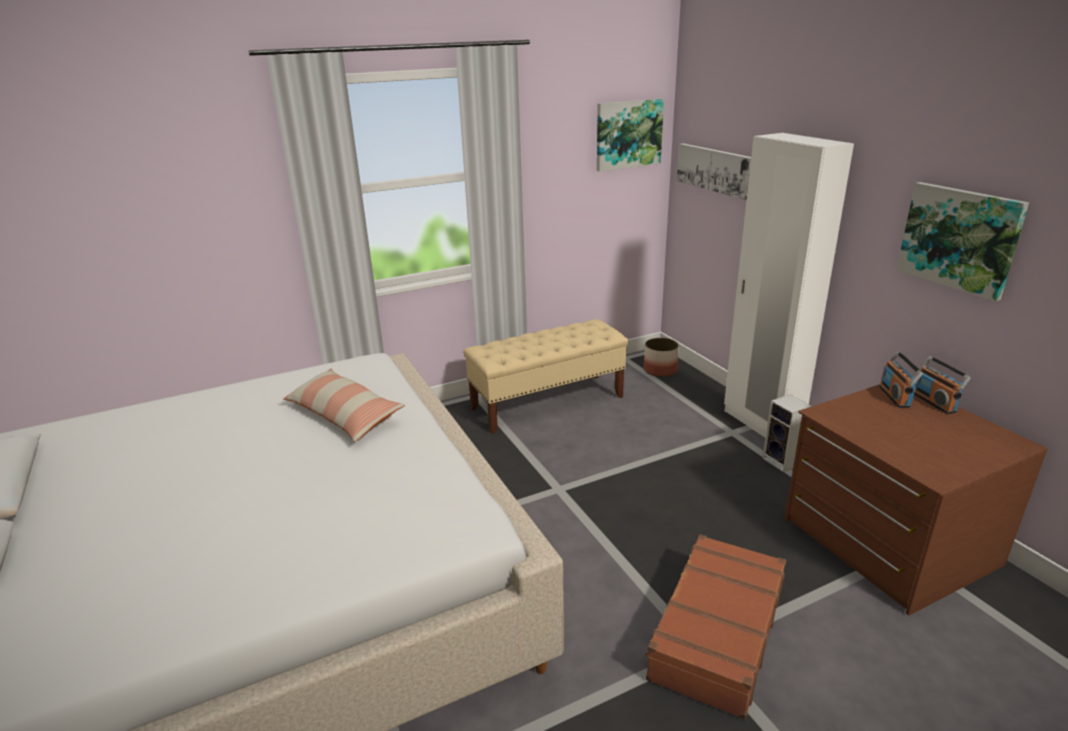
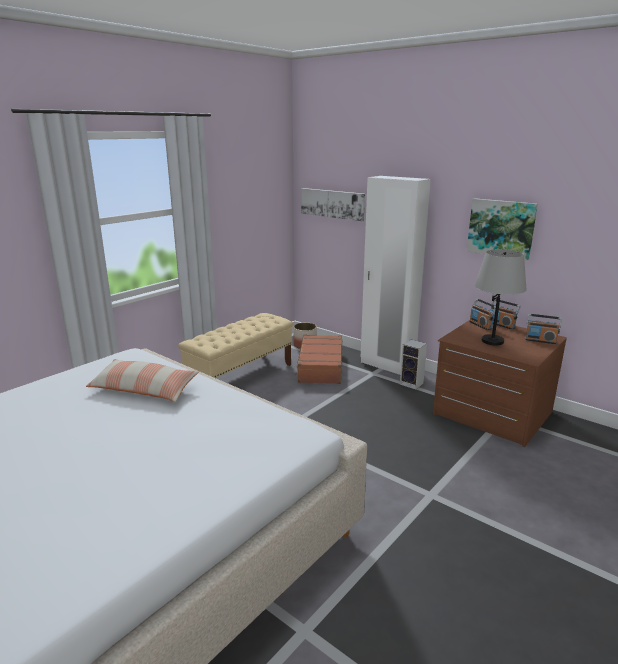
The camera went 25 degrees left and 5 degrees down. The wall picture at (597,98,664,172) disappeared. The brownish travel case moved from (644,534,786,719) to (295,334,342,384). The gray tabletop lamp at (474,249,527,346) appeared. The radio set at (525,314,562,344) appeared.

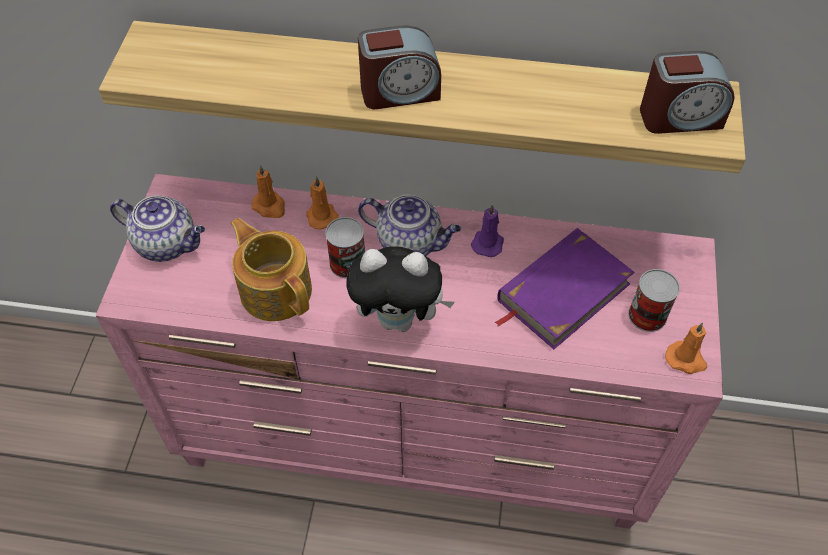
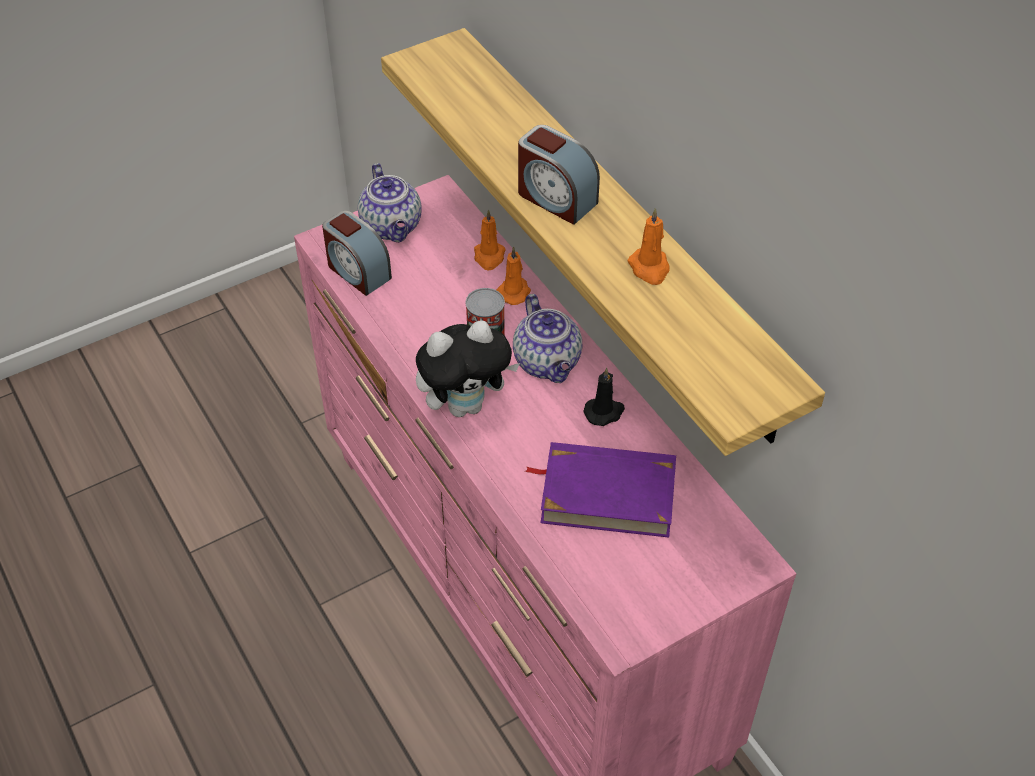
The camera went 50 degrees right and 5 degrees down. The tea pot at (231,218,312,321) disappeared. The soft toy at (346,246,455,332) turned 75 degrees counterclockwise. The purplish candle at (471,204,504,257) became the blackish candle at (583,368,625,426). The sealed can at (628,269,680,332) disappeared. The alarm clock moved from (640,51,735,134) to (322,211,392,296). The orange candle moved from (665,323,707,374) to (628,208,670,285).

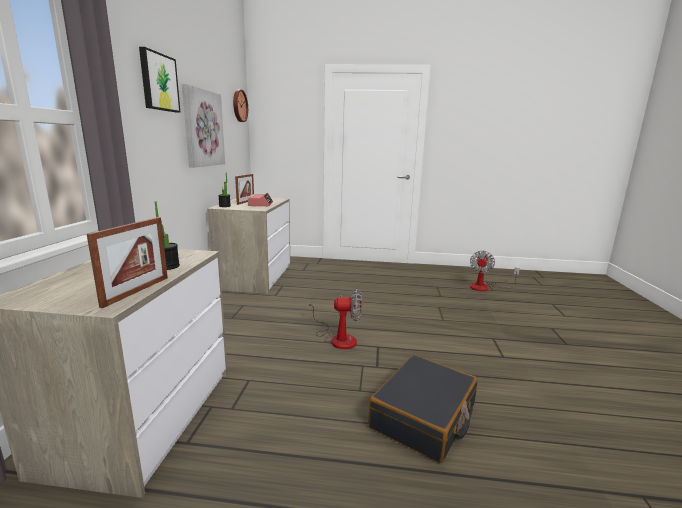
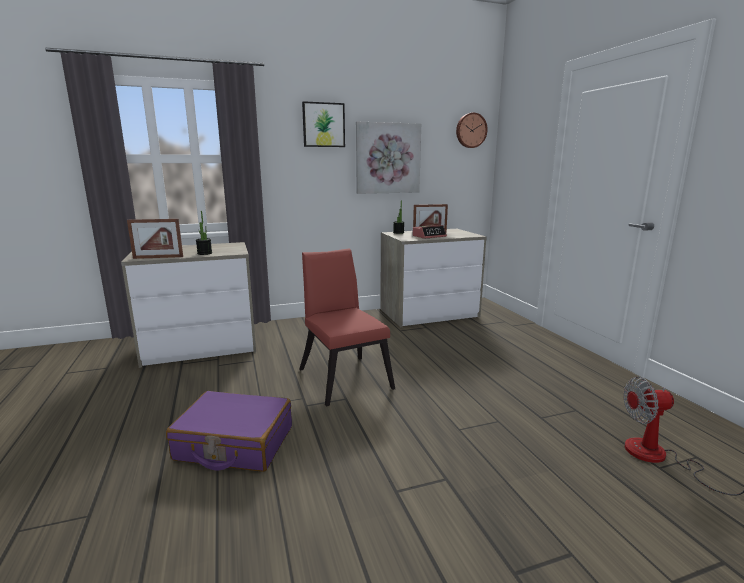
The camera went 65 degrees right and 0 degrees up. The cooling fan at (308,288,362,349) was replaced by the red-coloured upright chair at (299,248,395,407). The blackish travel case at (368,355,477,463) became the purplish travel case at (166,391,292,472).

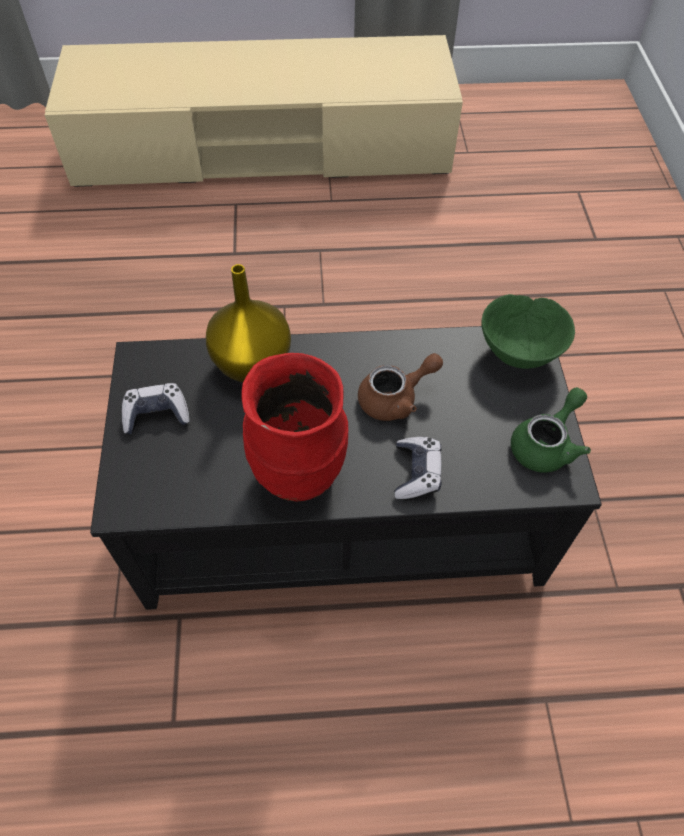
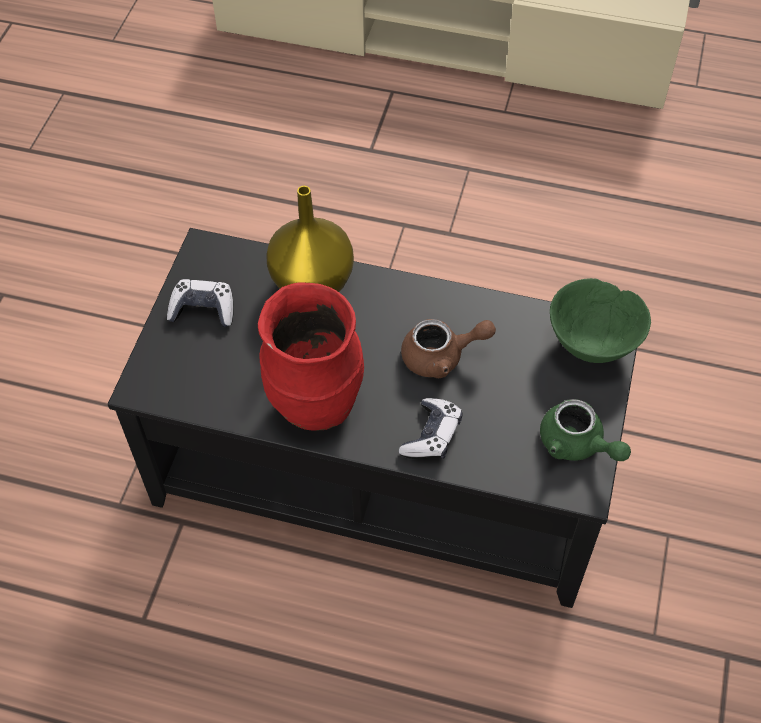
The camera went 20 degrees right and 0 degrees up. The green tea pot at (511,387,591,473) turned 75 degrees clockwise.

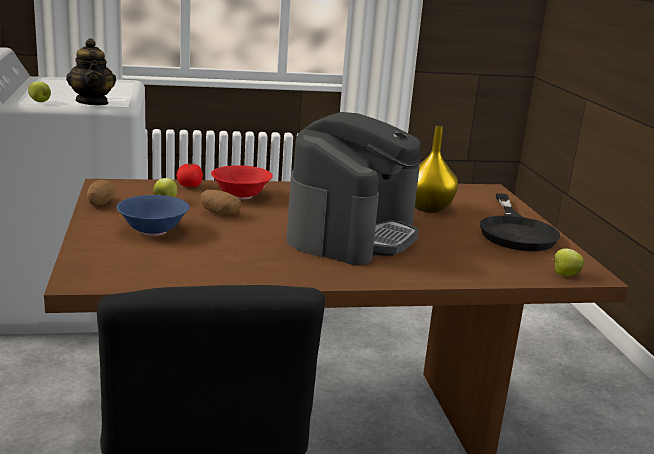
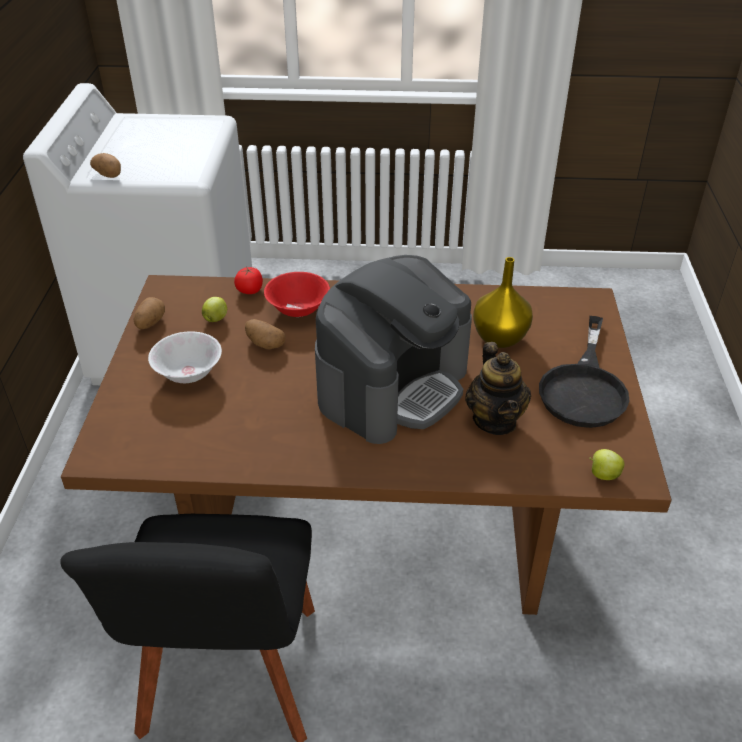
The camera went 15 degrees right and 20 degrees up. The apple at (28,81,51,102) was replaced by the potato at (90,153,121,178). The tea pot moved from (66,38,116,106) to (465,342,531,435). The blue deep dish at (117,195,190,236) became the whitish deep dish at (148,331,222,383).

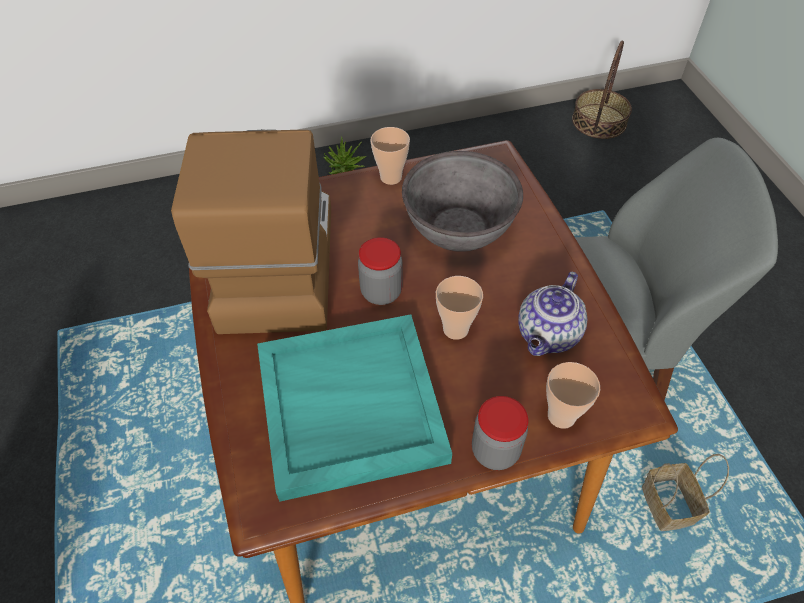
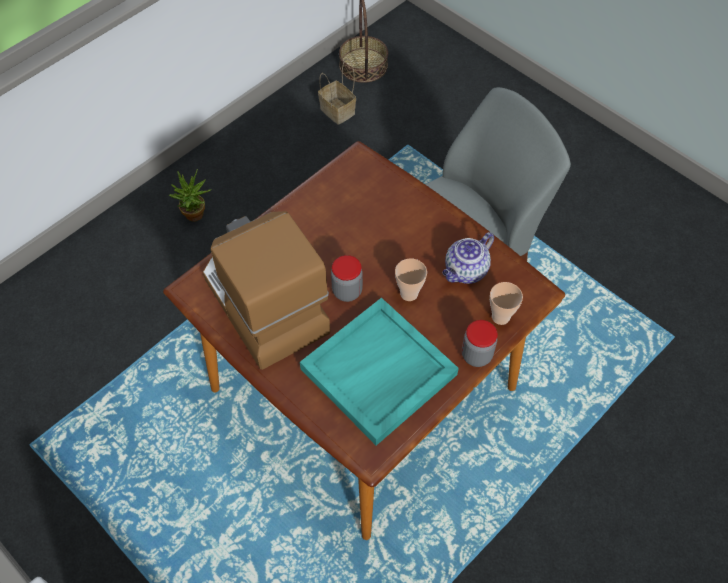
The camera went 30 degrees left and 5 degrees up. The drinking cup at (370,127,410,185) disappeared. The gray deep dish at (402,151,523,252) disappeared. The tea pot at (518,272,587,356) turned 45 degrees clockwise. The basket moved from (642,454,729,531) to (318,58,356,125).

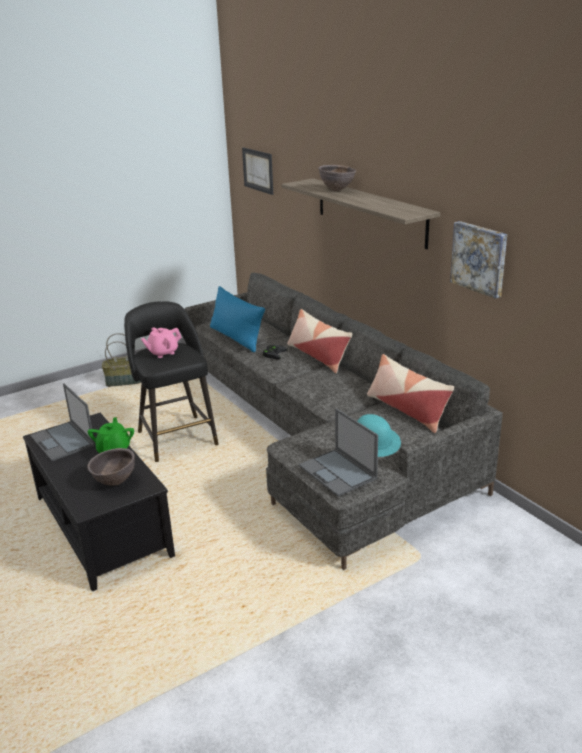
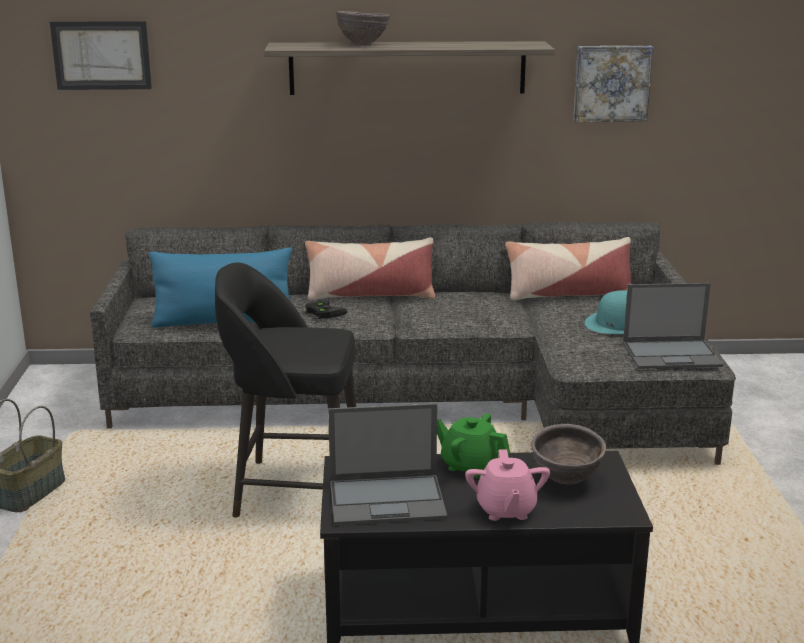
The camera went 60 degrees left and 5 degrees down. The pinkish tea pot moved from (141,327,181,358) to (465,450,550,521).

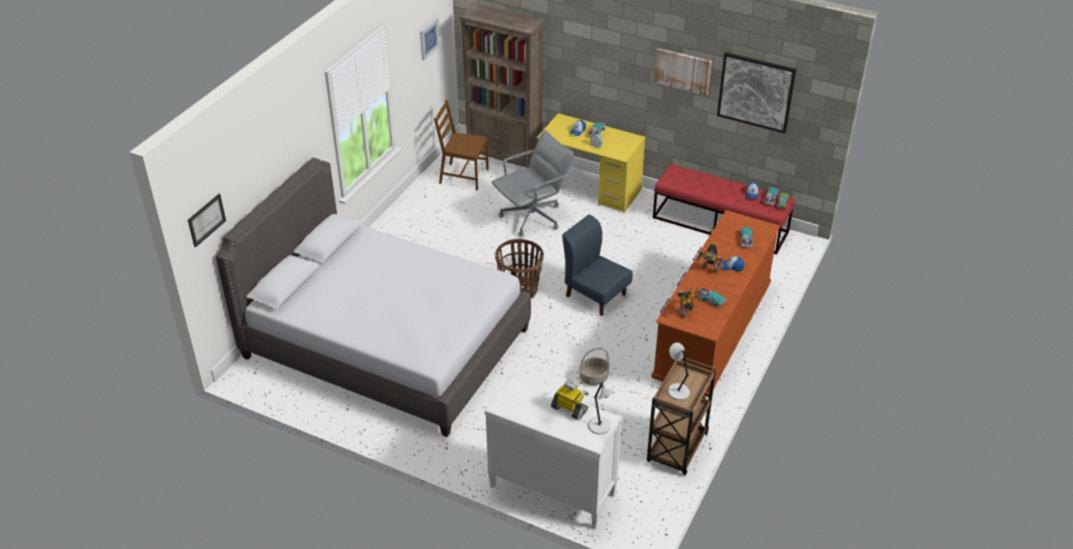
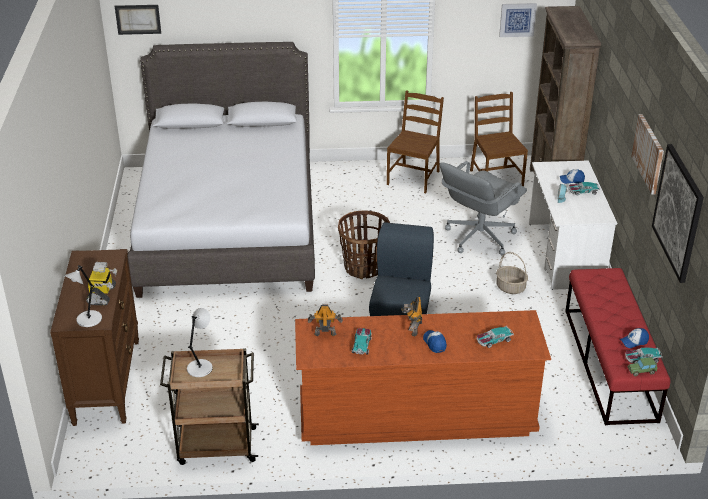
The camera went 60 degrees right and 5 degrees down. The whitish drawer chest at (485,376,623,529) became the brownish drawer chest at (50,249,139,426). The gray desk chair at (492,130,574,236) turned 105 degrees clockwise. The yellow desk table at (537,113,646,213) became the whitish desk table at (529,160,617,290). The basket moved from (579,348,610,385) to (496,252,528,294). The brownish upright chair at (387,90,444,193) appeared.

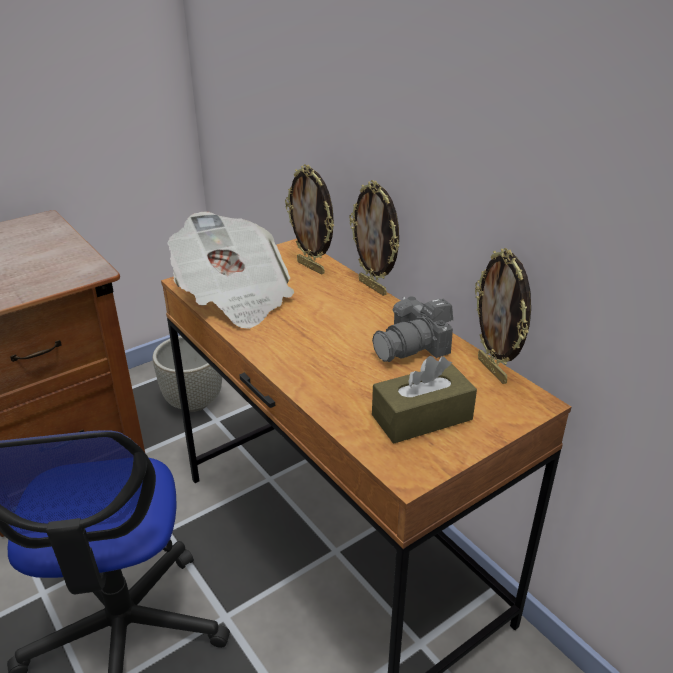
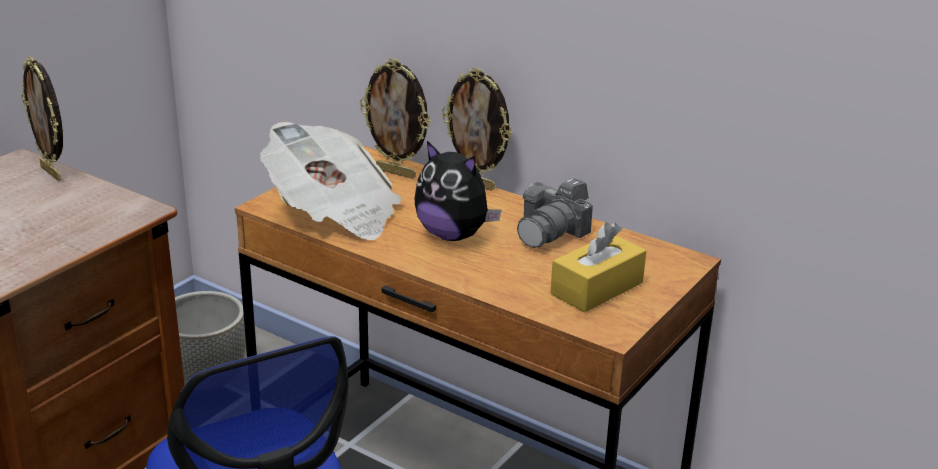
The camera went 20 degrees left and 5 degrees down. The brownish tissue box at (372,356,477,444) became the yellow tissue box at (550,223,646,313). The photo frame moved from (475,248,531,384) to (22,56,63,181). The soft toy at (415,141,501,241) appeared.

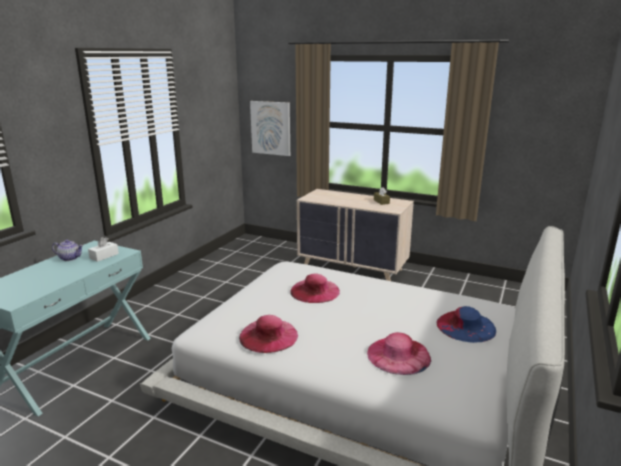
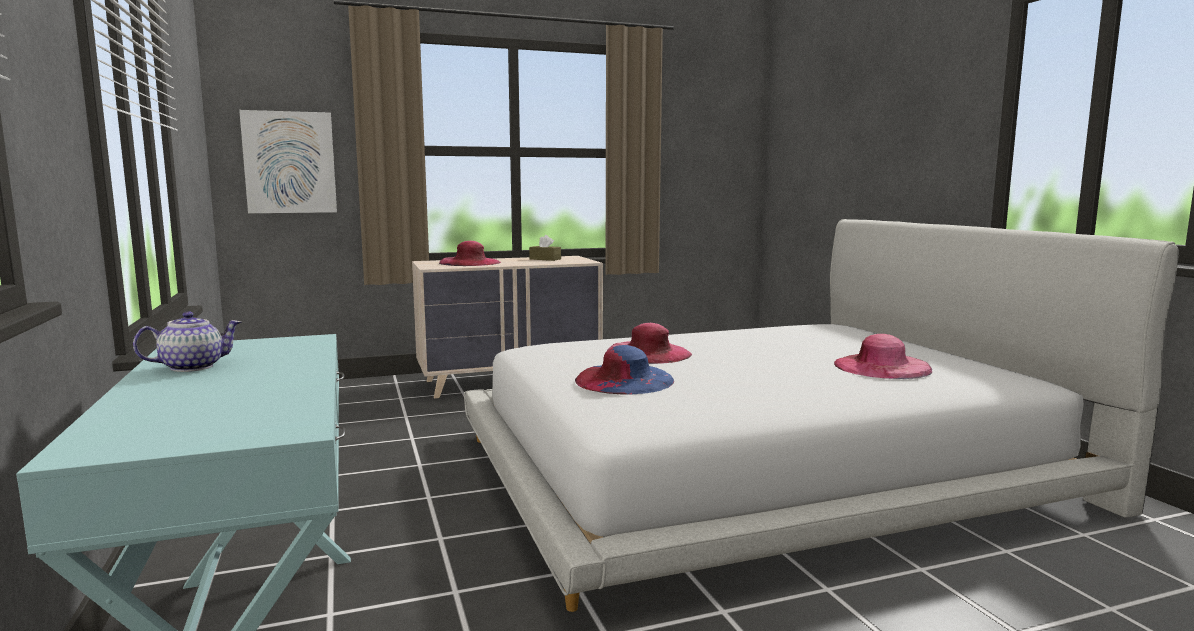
The camera went 45 degrees left and 10 degrees down. The whitish tissue box at (88,237,119,262) disappeared. The pinkish wearable hat moved from (239,315,298,353) to (439,241,501,266). The blue wearable hat moved from (436,306,496,343) to (575,345,674,395).

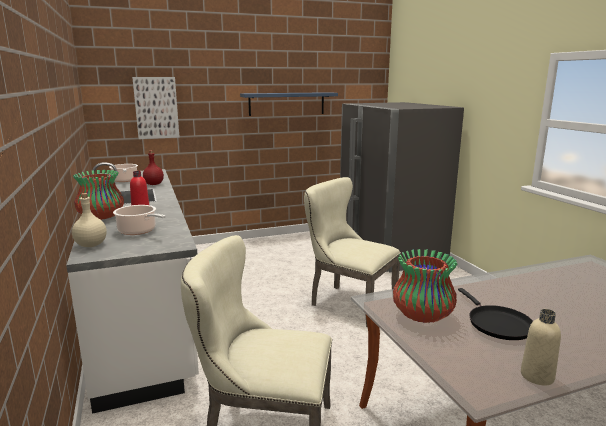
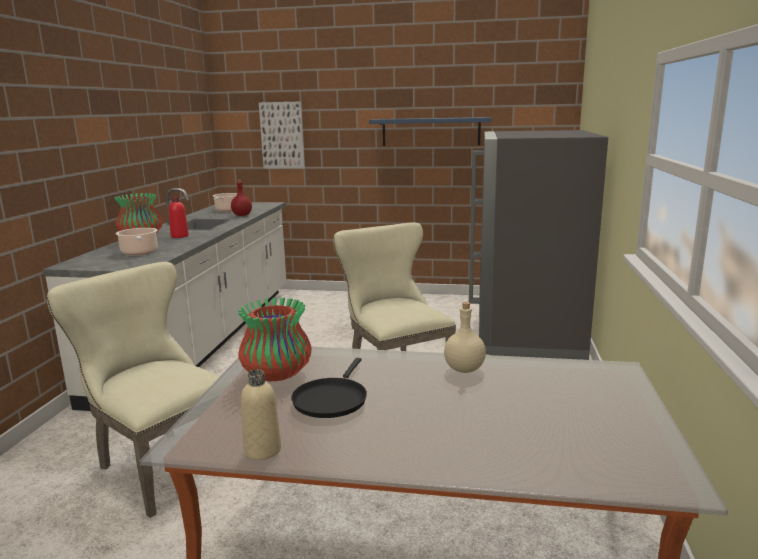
The camera went 30 degrees right and 0 degrees up. The beige bottle moved from (72,193,107,247) to (444,302,486,373).

